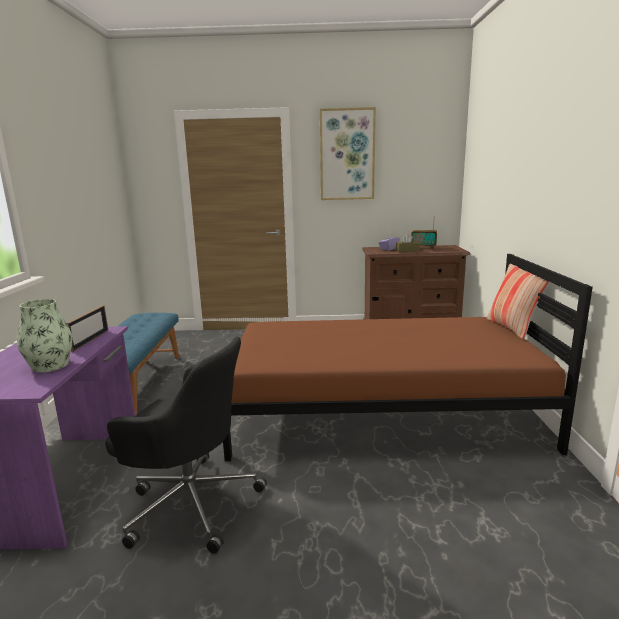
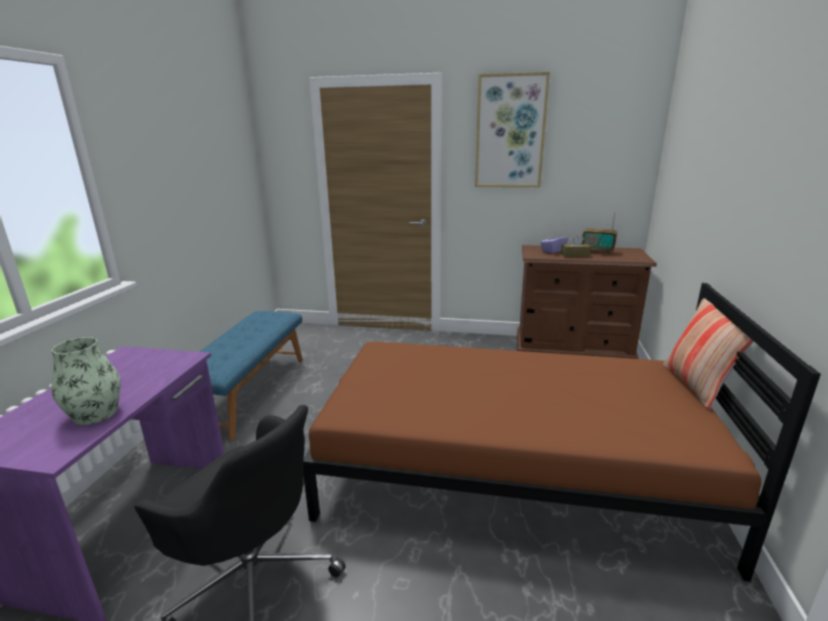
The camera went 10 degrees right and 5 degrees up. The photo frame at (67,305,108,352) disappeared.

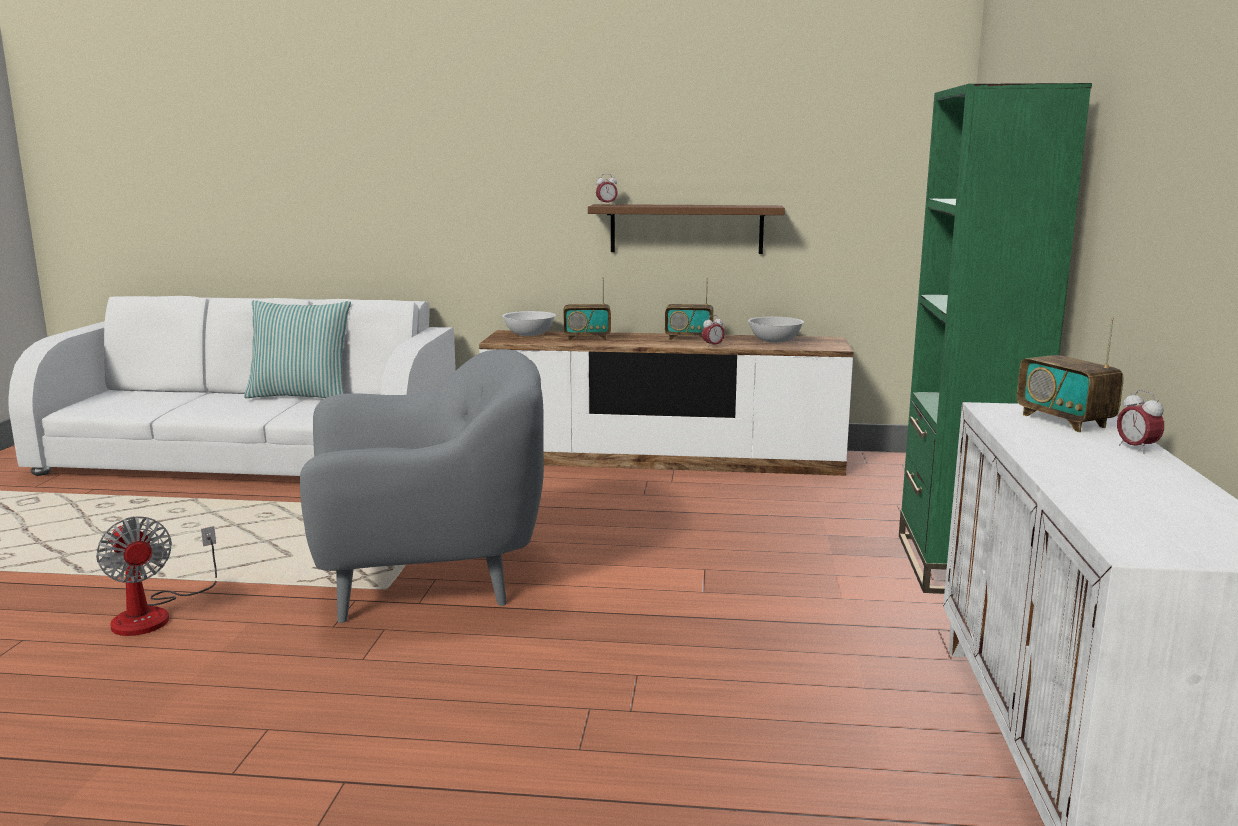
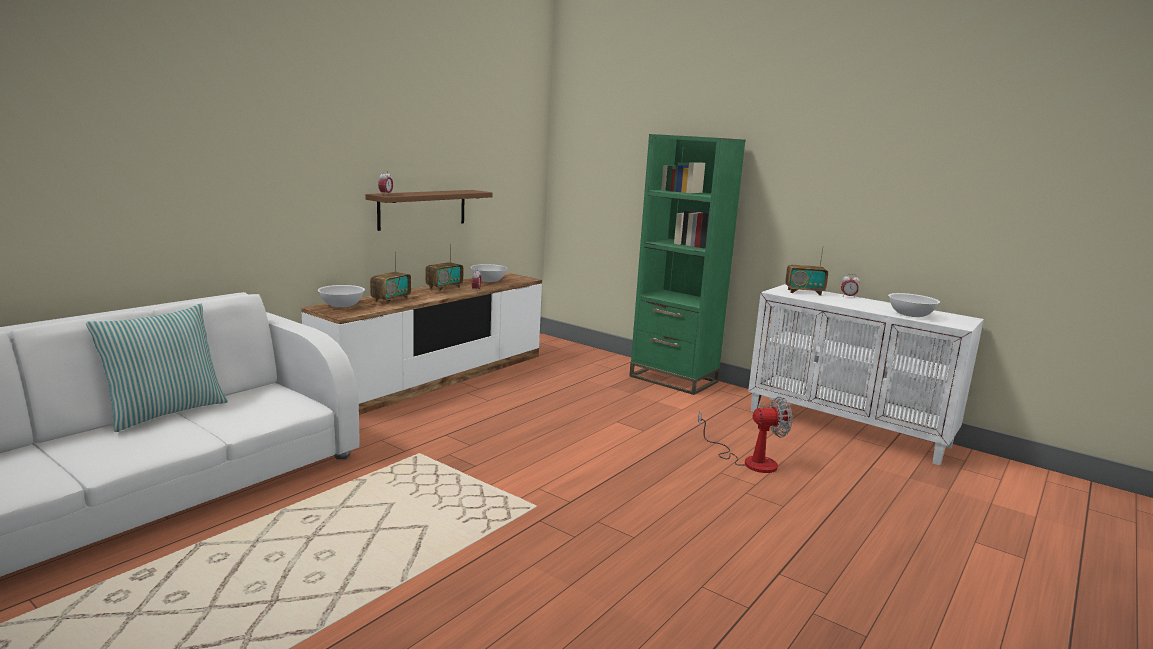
The camera went 60 degrees left and 0 degrees up. The cooling fan moved from (96,516,217,636) to (698,397,792,473). The gray easy chair at (300,349,544,623) disappeared. The whitish deep dish at (888,293,940,317) appeared.

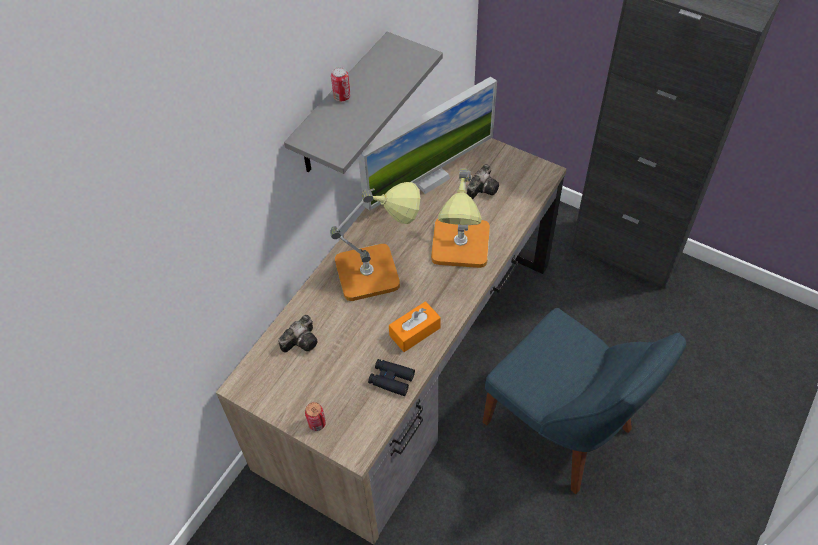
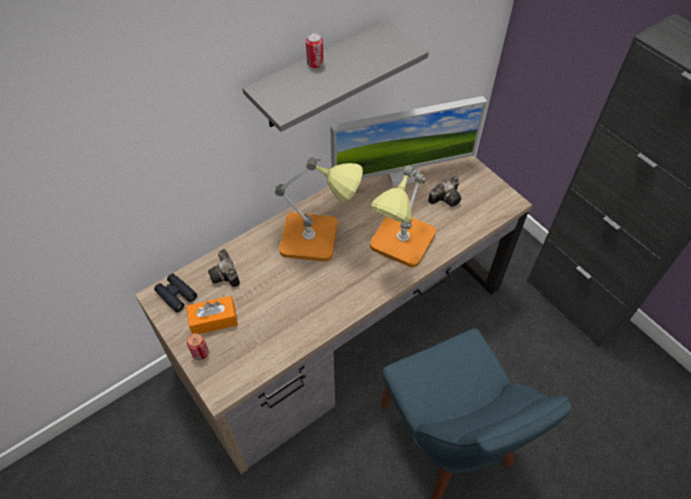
The camera went 20 degrees right and 0 degrees up. The still camera at (278,315,317,353) turned 90 degrees clockwise. The blackish binoculars moved from (368,359,415,396) to (154,274,197,312). The orange tissue box moved from (389,301,441,352) to (186,296,238,334).

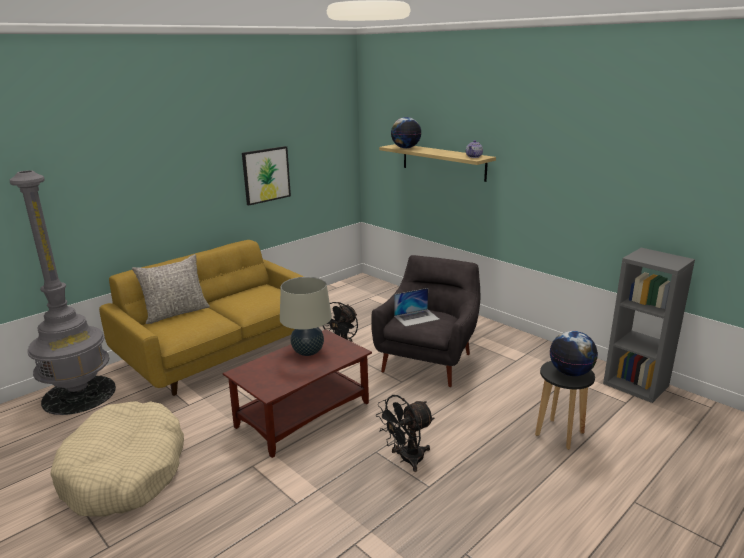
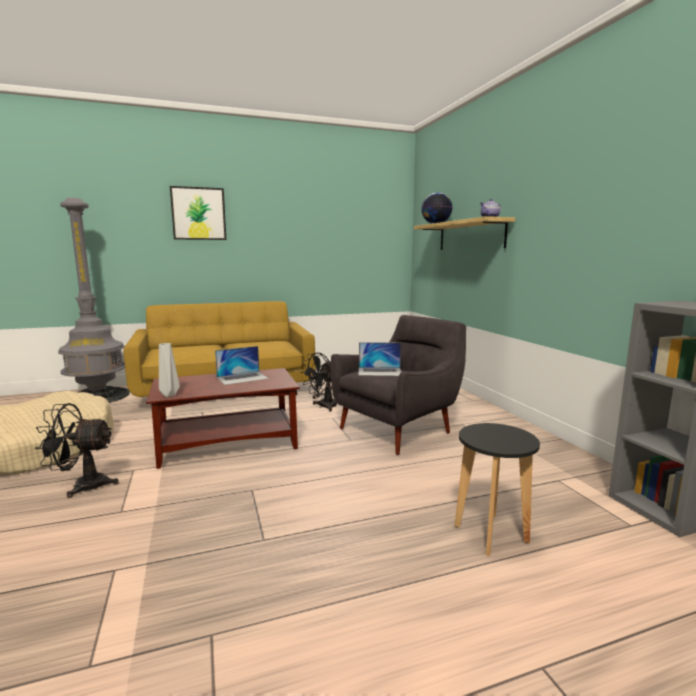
The camera went 25 degrees right and 10 degrees down. The gray pillow at (132,254,210,324) disappeared. The wall picture moved from (242,146,291,206) to (170,186,227,240). The beige tabletop lamp at (280,277,332,356) was replaced by the laptop at (215,346,269,385). The blackish cooling fan moved from (376,395,434,472) to (35,403,119,498). The desk globe at (550,331,598,376) disappeared. The gray vase at (159,343,180,397) appeared.

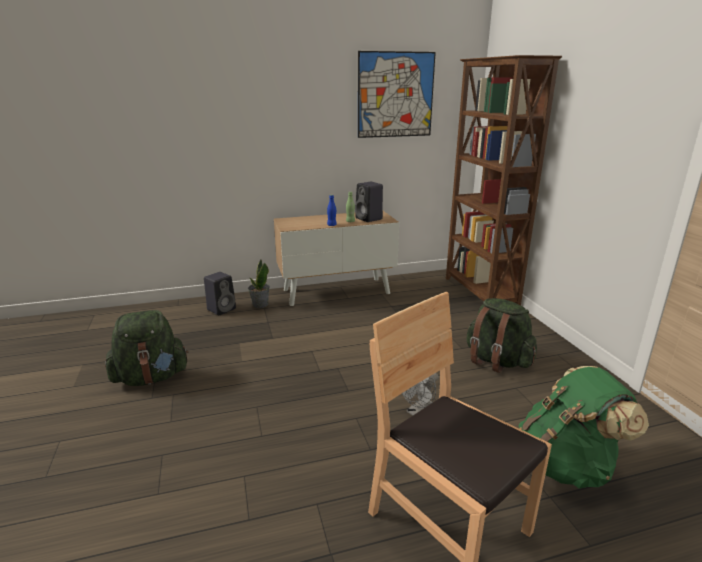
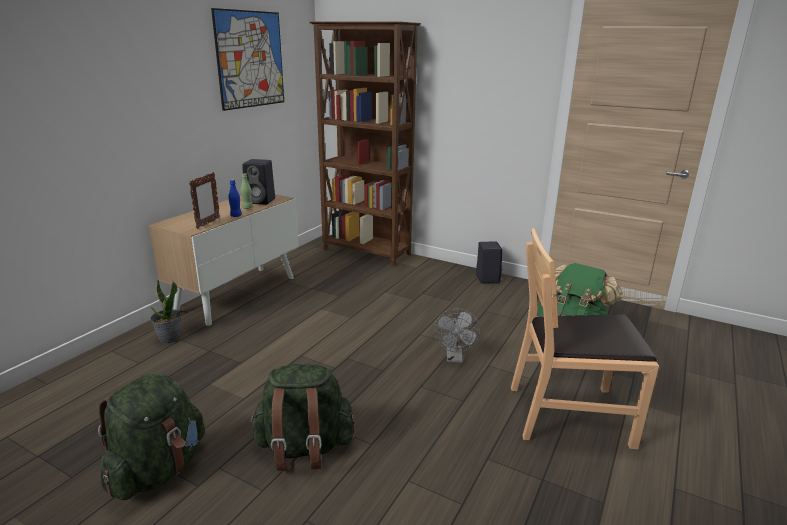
The camera went 45 degrees left and 0 degrees up. The blackish audio speaker moved from (204,272,236,315) to (476,242,502,283). The green rucksack moved from (467,298,537,373) to (250,364,355,471). The photo frame at (189,172,220,229) appeared.

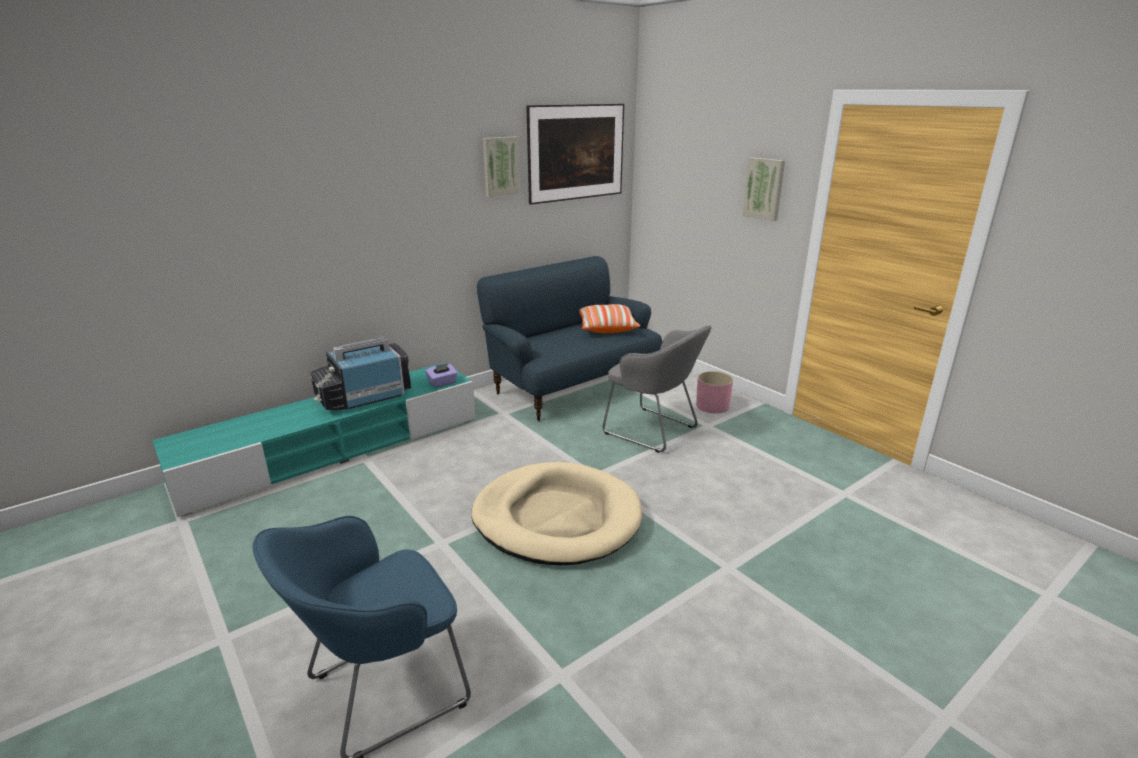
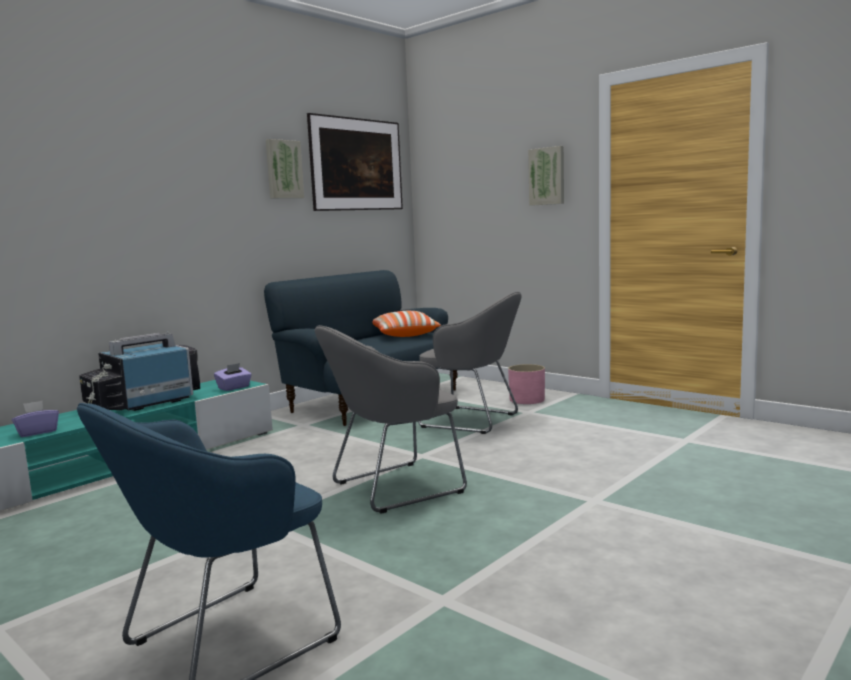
The camera went 10 degrees left and 15 degrees down. The beige pet bed at (471,462,642,566) was replaced by the gray easy chair at (315,325,467,513). The purplish tissue box at (12,401,59,437) appeared.

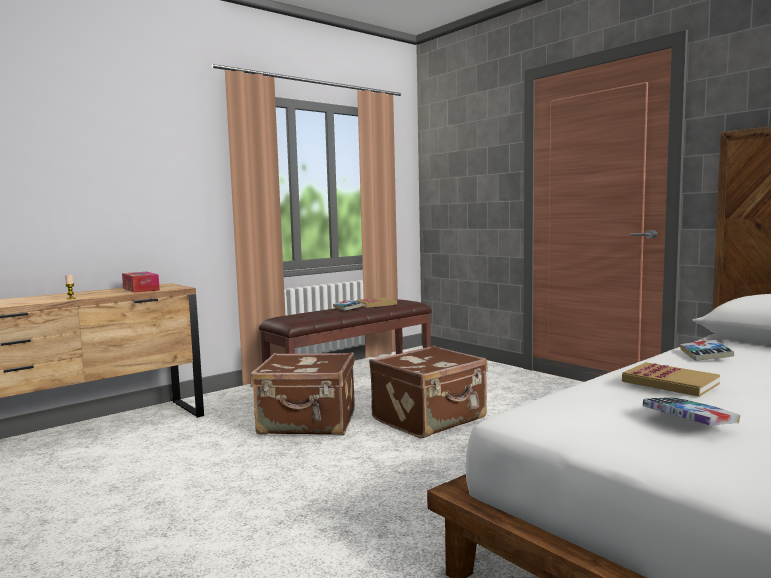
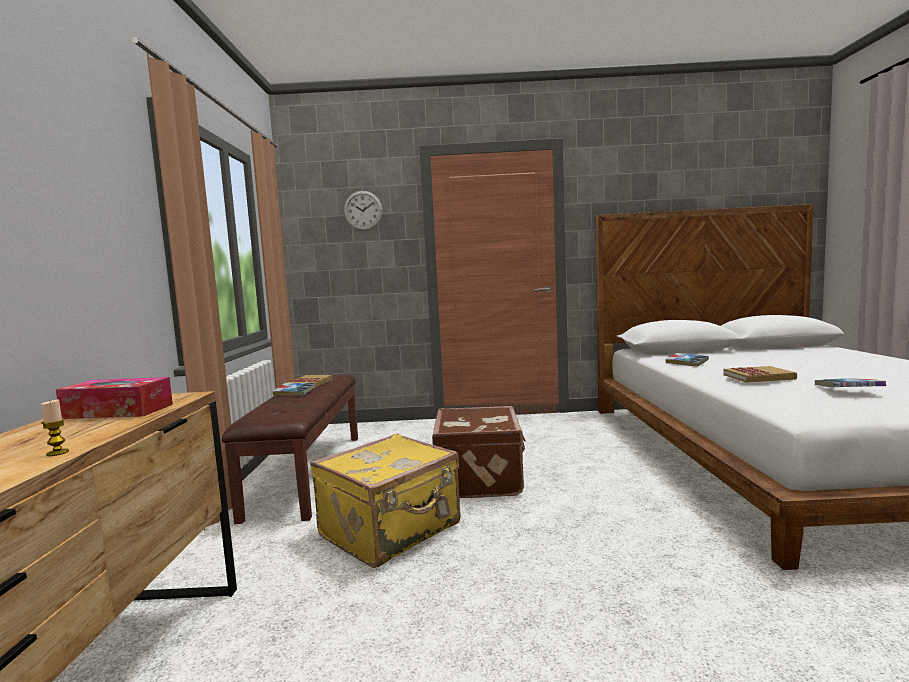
The camera went 50 degrees left and 0 degrees up. The brownish travel case at (251,352,355,435) became the yellow travel case at (310,433,461,568). The wall clock at (344,191,383,231) appeared.

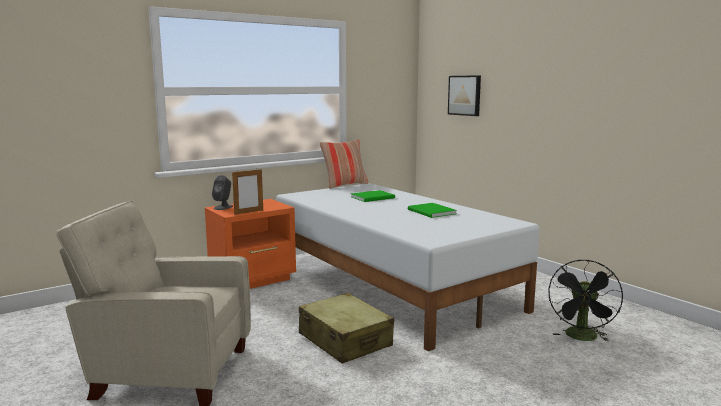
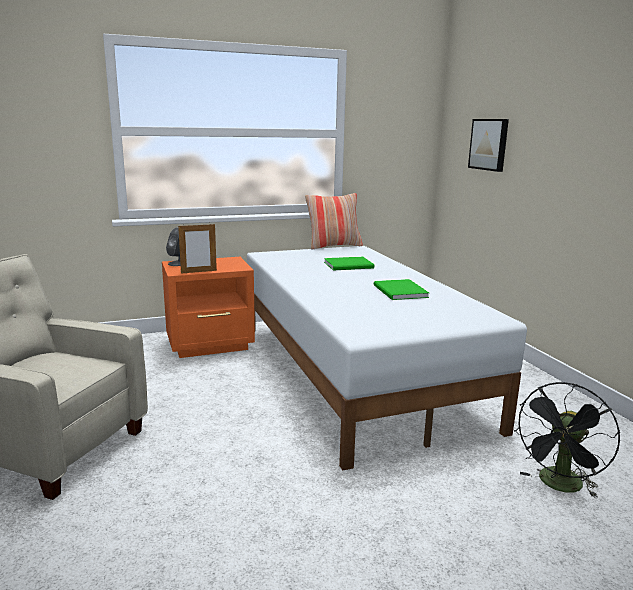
The camera went 15 degrees right and 5 degrees up. The beige travel case at (299,293,394,363) disappeared.

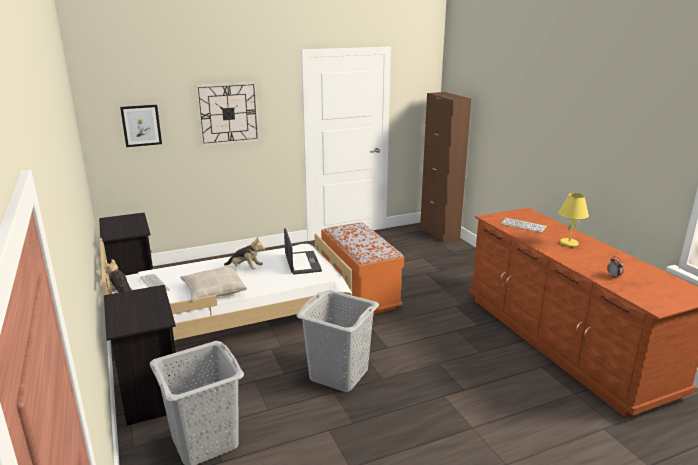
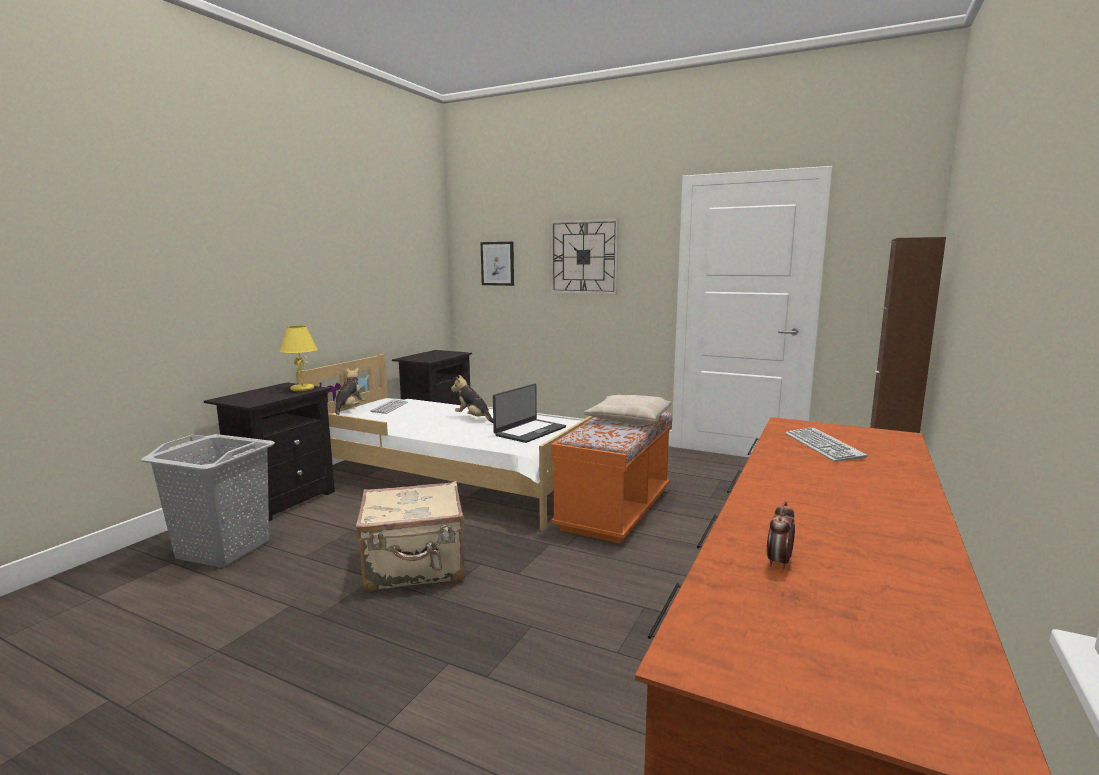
The camera went 50 degrees right and 10 degrees down. The beige pillow moved from (180,266,247,302) to (584,395,672,425). The soft toy at (224,236,265,269) turned 150 degrees clockwise. The gray hamper at (297,290,379,392) was replaced by the beige travel case at (356,481,465,591). The yellow tabletop lamp moved from (558,193,589,247) to (280,326,318,391).

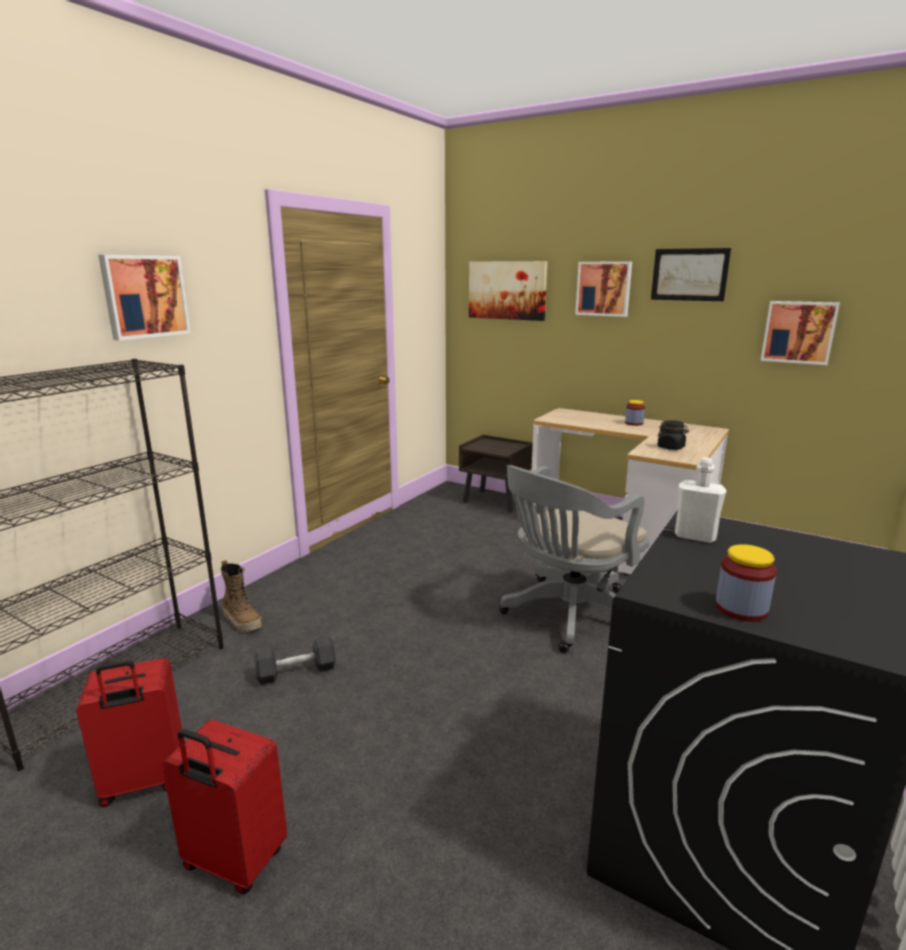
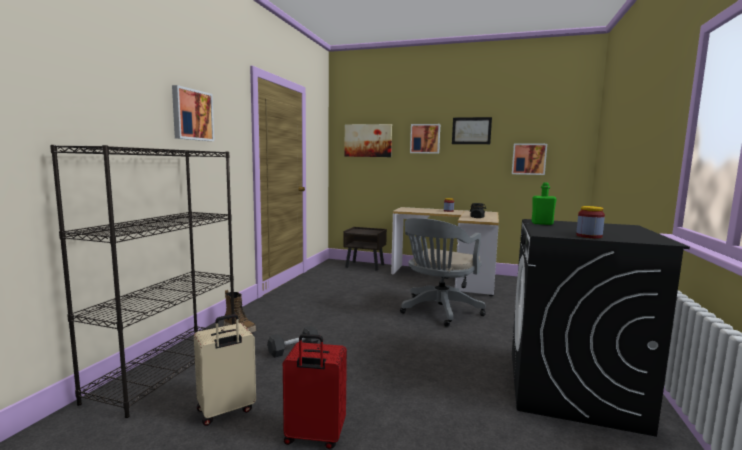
The camera went 15 degrees left and 10 degrees down. The red-coloured travel case at (76,658,182,807) became the beige travel case at (194,314,256,426). The whitish bottle at (675,457,726,543) became the green bottle at (531,182,557,225).

